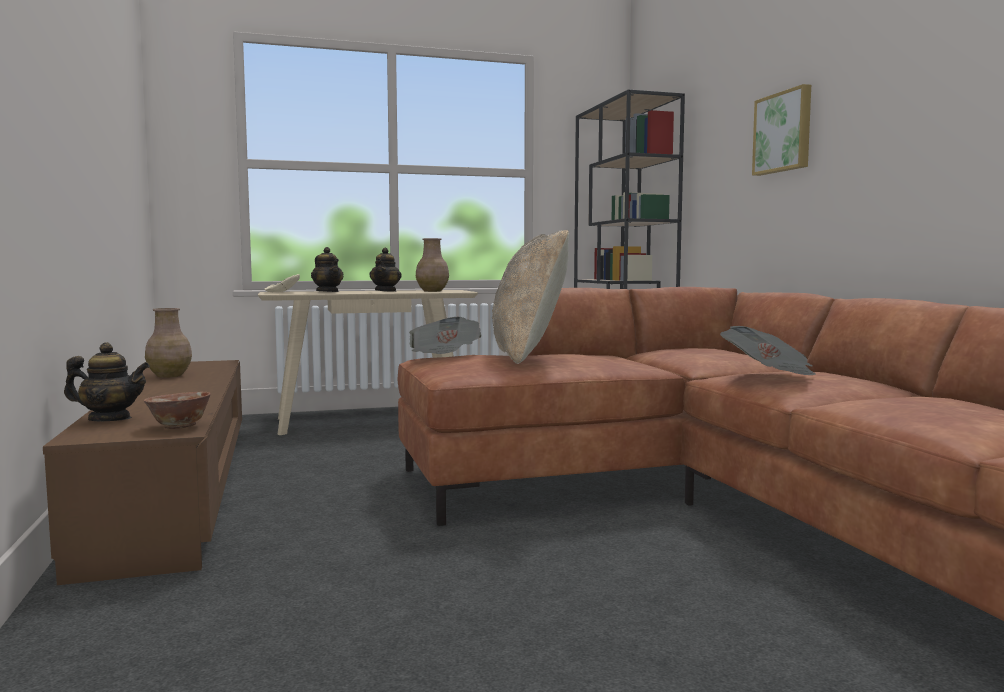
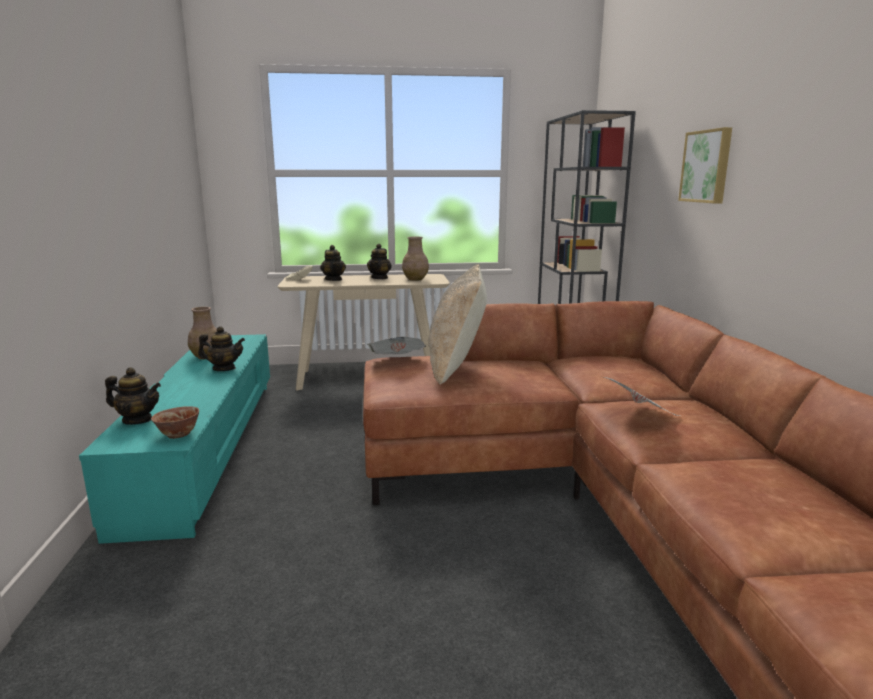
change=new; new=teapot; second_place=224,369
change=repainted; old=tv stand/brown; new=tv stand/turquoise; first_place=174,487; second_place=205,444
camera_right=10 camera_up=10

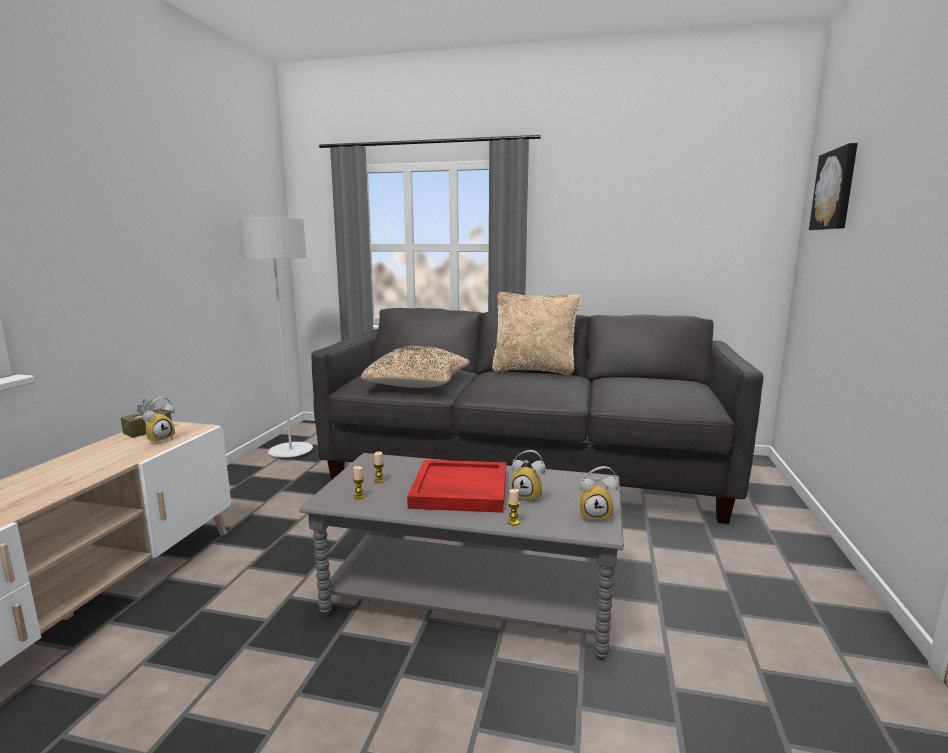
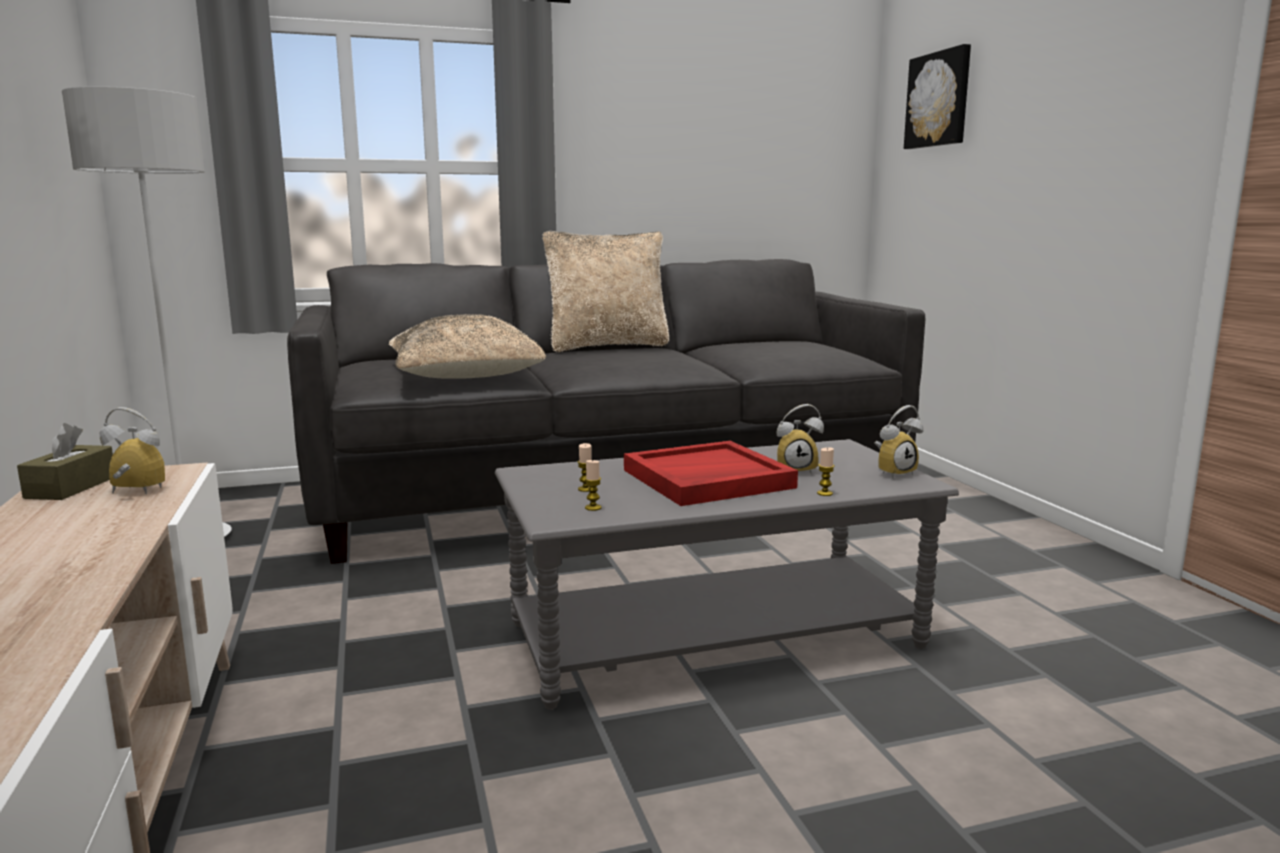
change=rotated; old=alarm clock; first_place=160,439; second_place=132,493; degrees=-90
camera_right=-30 camera_up=0

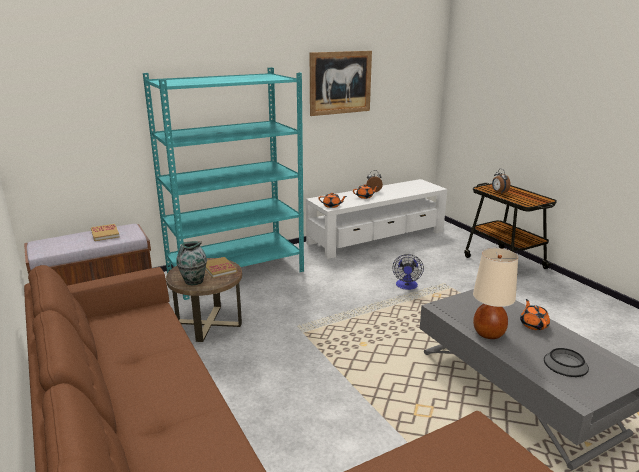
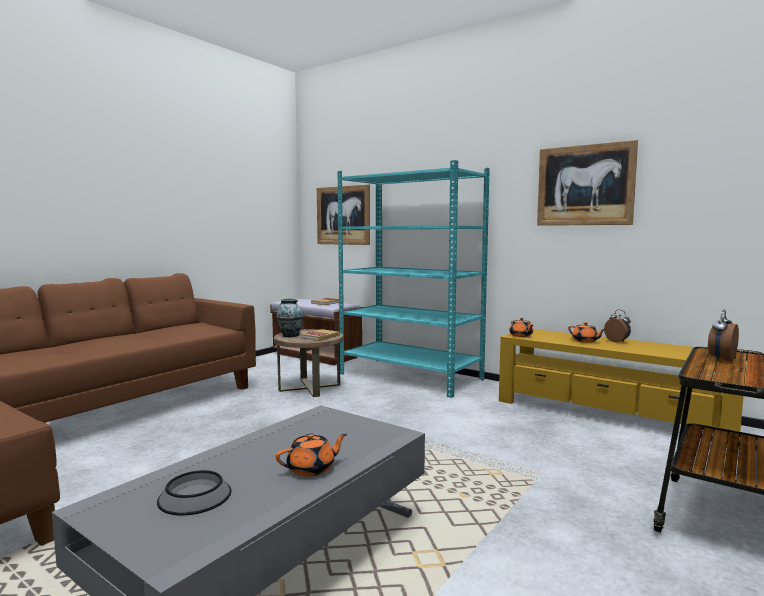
change=gone; old=fan; first_place=406,286
change=gone; old=table lamp/beige; first_place=489,333
change=new; new=picture; second_place=343,215
change=repainted; old=tv stand/white; new=tv stand/yellow; first_place=377,237; second_place=610,413
camera_right=65 camera_up=-15

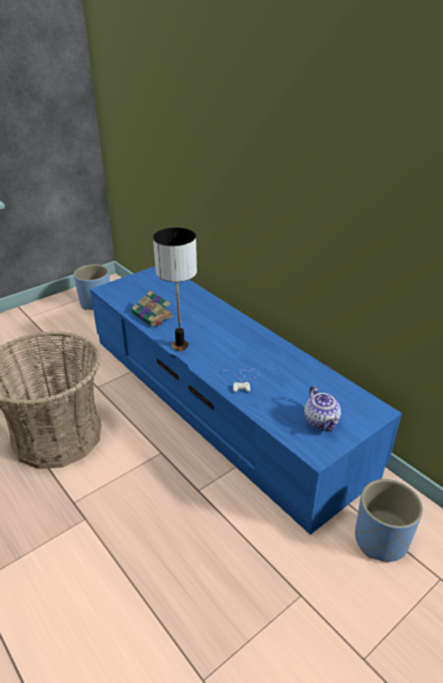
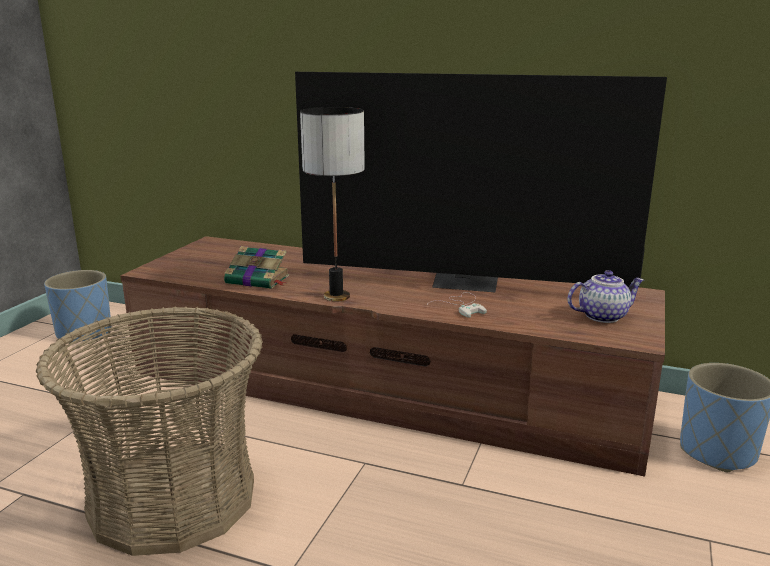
change=new; new=television; second_place=466,282
change=repainted; old=tv stand/blue; new=tv stand/brown; first_place=222,400; second_place=386,384
change=rotated; old=teapot; first_place=321,422; second_place=602,316; degrees=-60
camera_right=-30 camera_up=-15

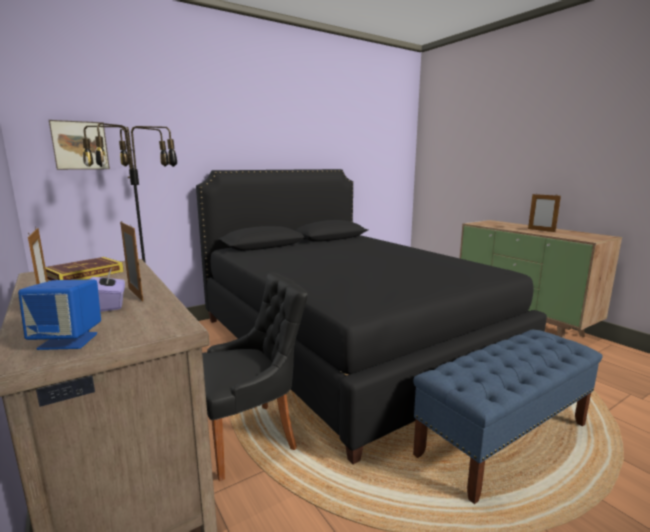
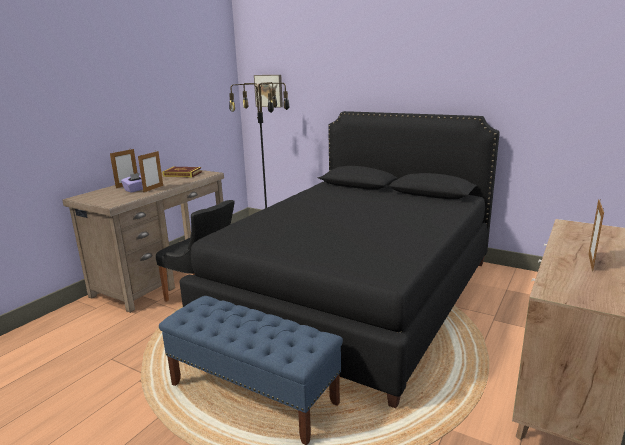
change=gone; old=speaker/blue; first_place=69,341
camera_right=65 camera_up=5

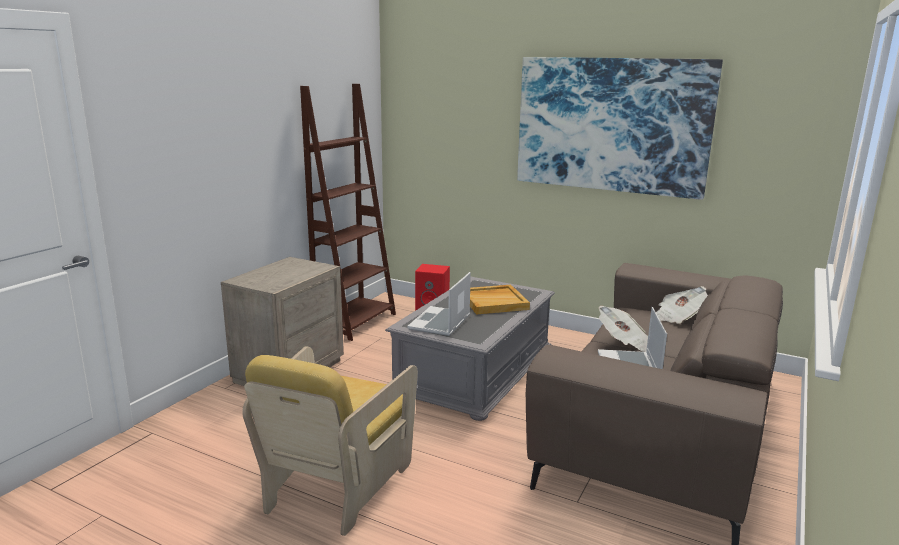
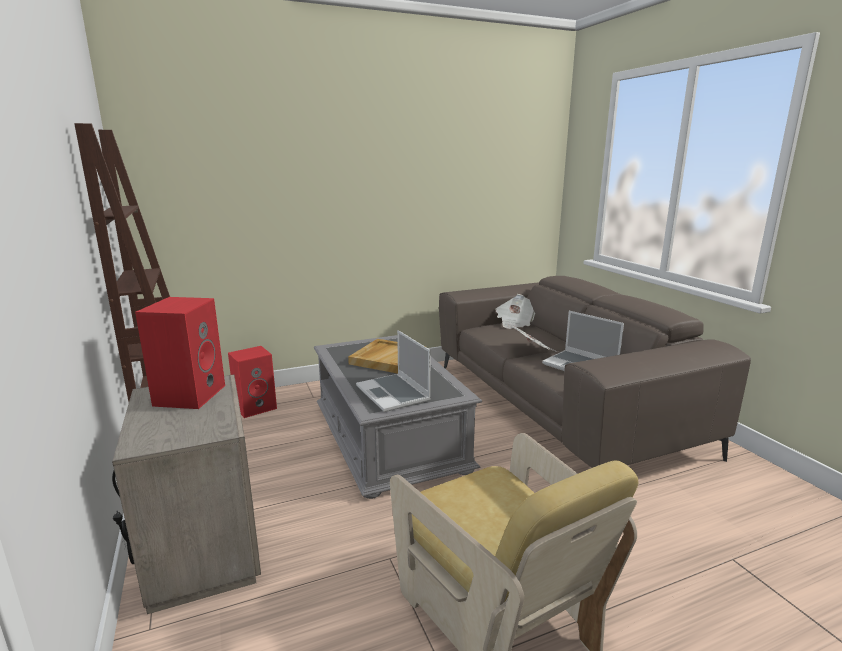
change=gone; old=picture; first_place=611,125
change=new; new=speaker/red; second_place=189,394
camera_right=-50 camera_up=0

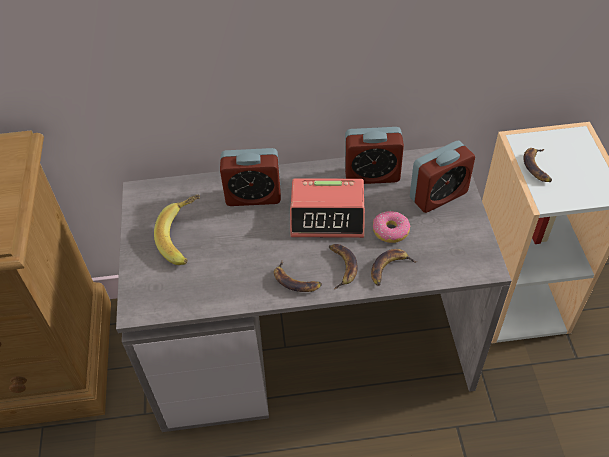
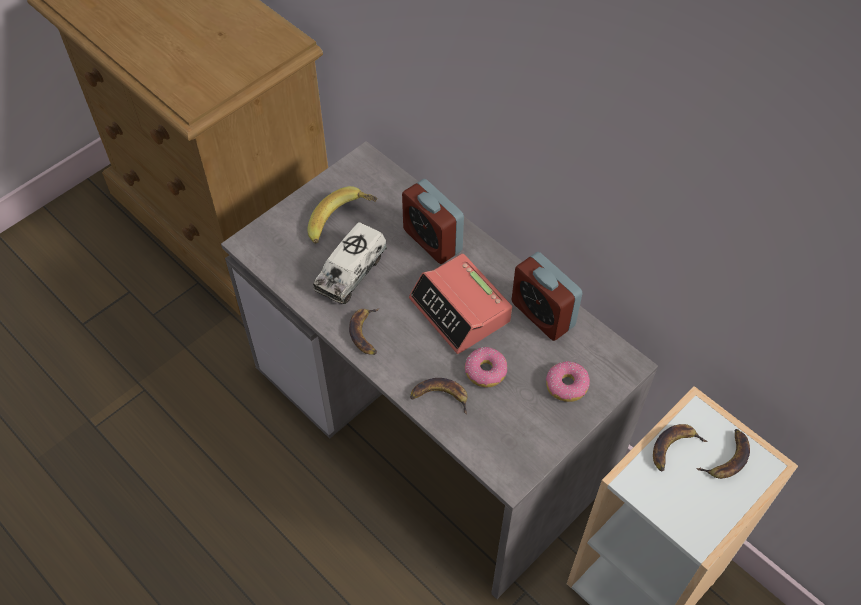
change=new; new=toy truck; second_place=351,272
change=shifted; old=banana; first_place=341,266; second_place=727,457
change=swapped; old=alarm clock; new=donut; first_place=438,195; second_place=566,385
camera_right=50 camera_up=5

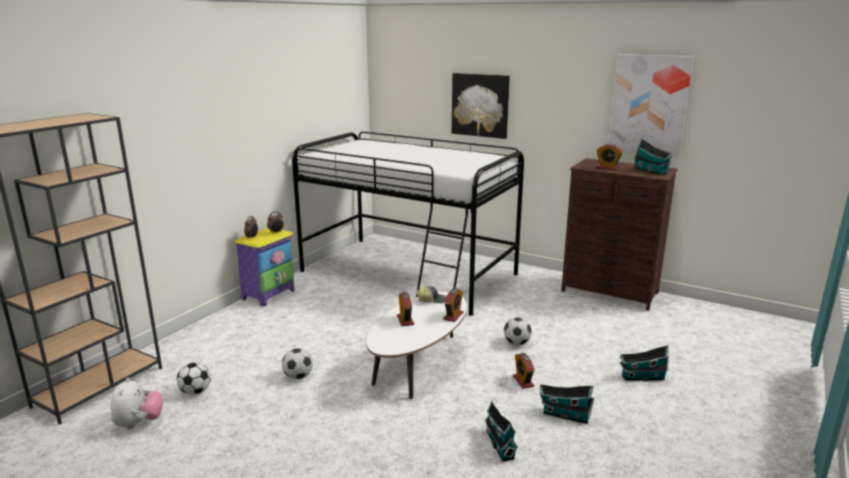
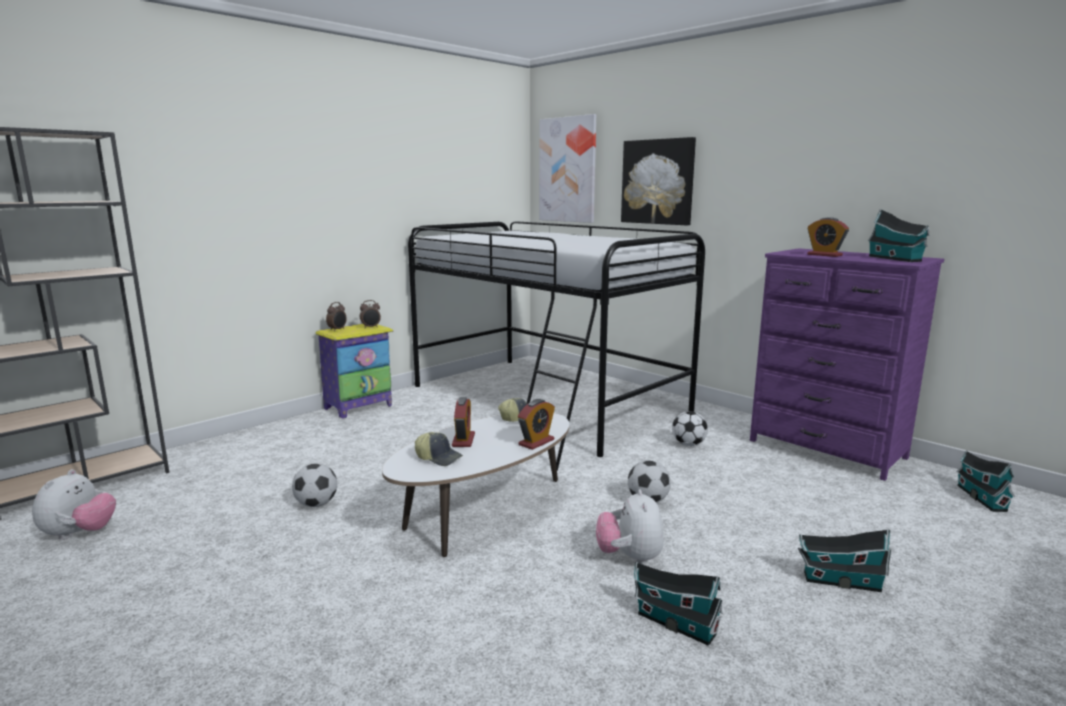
change=new; new=cap; second_place=439,458
change=shifted; old=football; first_place=195,392; second_place=688,444
change=shifted; old=toy house; first_place=499,443; second_place=980,497
change=shifted; old=picture; first_place=649,105; second_place=567,170
change=swapped; old=alarm clock; new=plush toy; first_place=523,381; second_place=629,557
change=repainted; old=dresser/brown; new=dresser/purple; first_place=609,292; second_place=825,450
camera_right=15 camera_up=-5

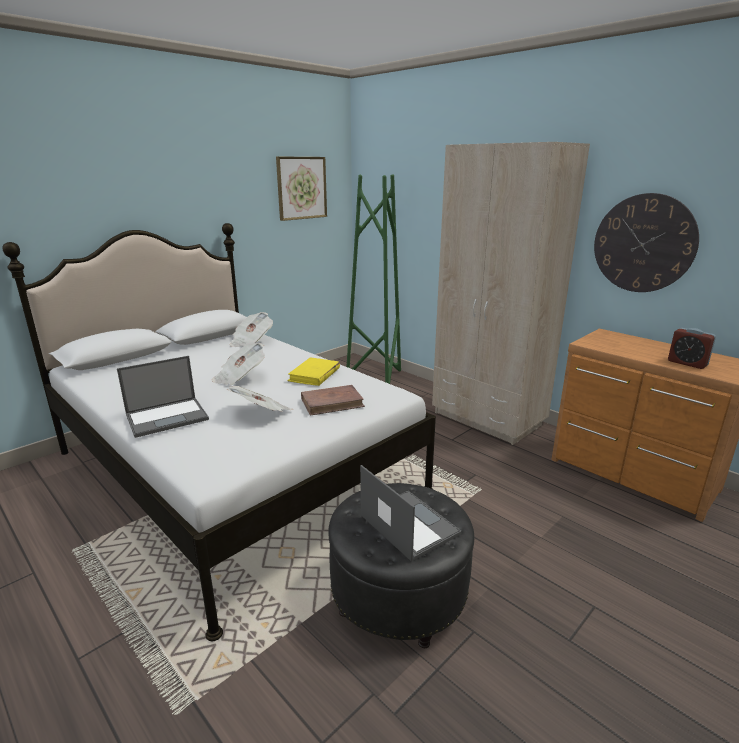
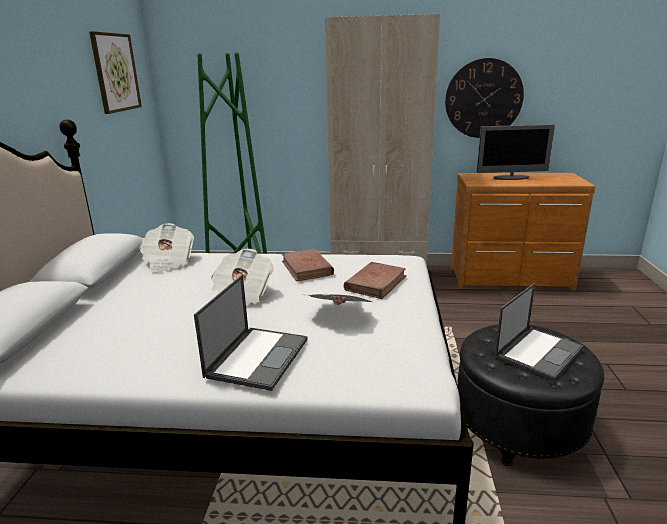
change=gone; old=alarm clock; first_place=687,363
change=new; new=monitor; second_place=511,178
change=repainted; old=book/yellow; new=book/brown; first_place=314,374; second_place=307,268
change=rotated; old=laptop; first_place=408,524; second_place=539,352; degrees=120
camera_right=-40 camera_up=0

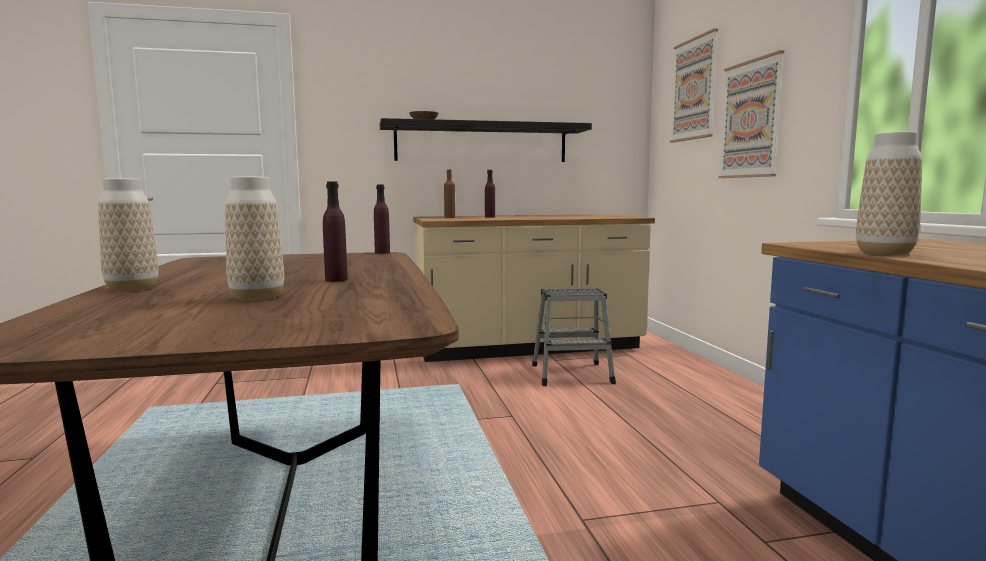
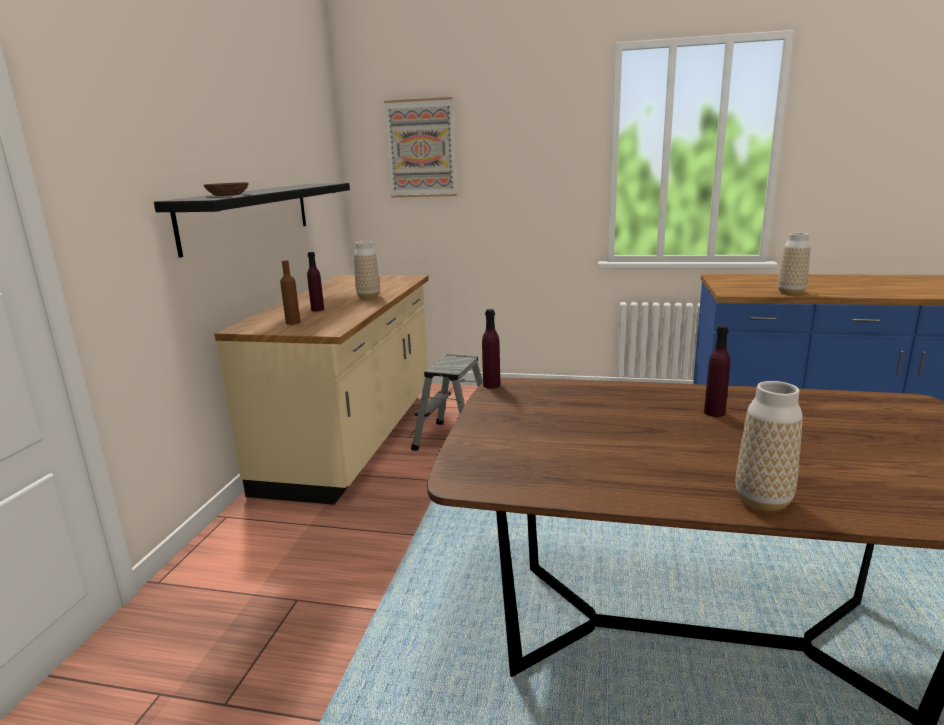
change=gone; old=picture; first_place=750,119
change=shifted; old=vase; first_place=257,297; second_place=368,296
camera_right=-65 camera_up=10

